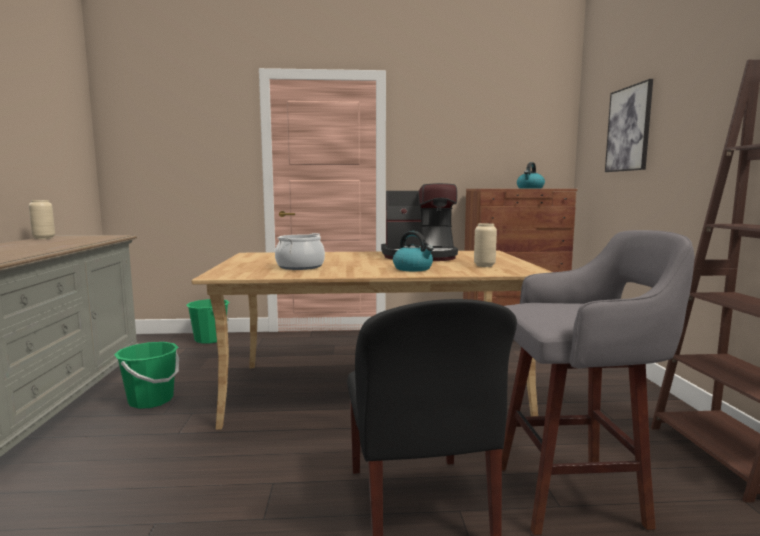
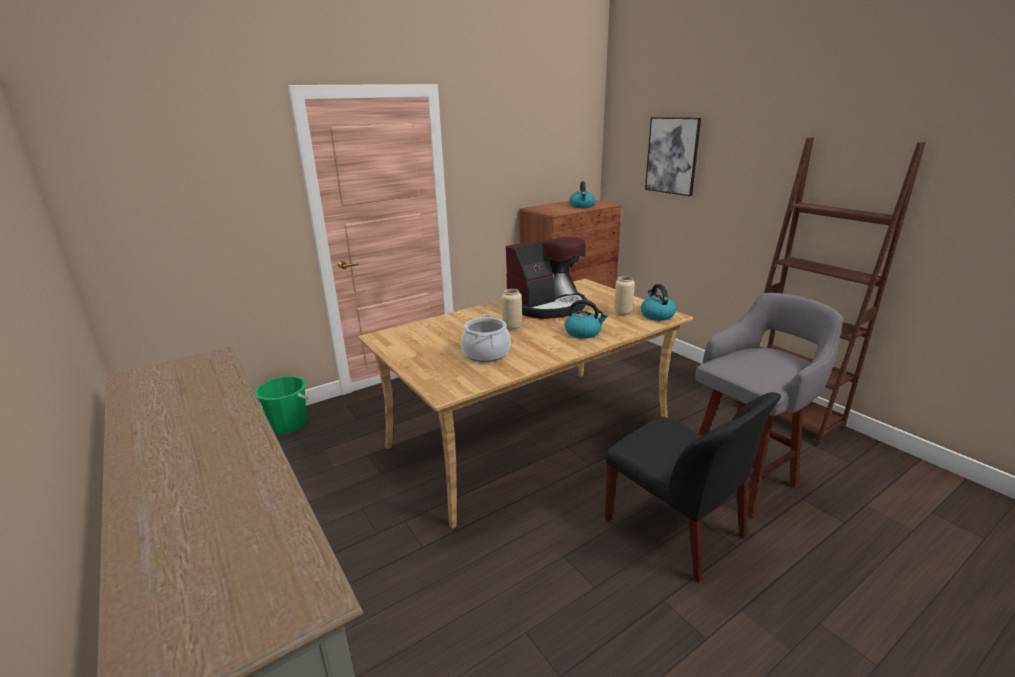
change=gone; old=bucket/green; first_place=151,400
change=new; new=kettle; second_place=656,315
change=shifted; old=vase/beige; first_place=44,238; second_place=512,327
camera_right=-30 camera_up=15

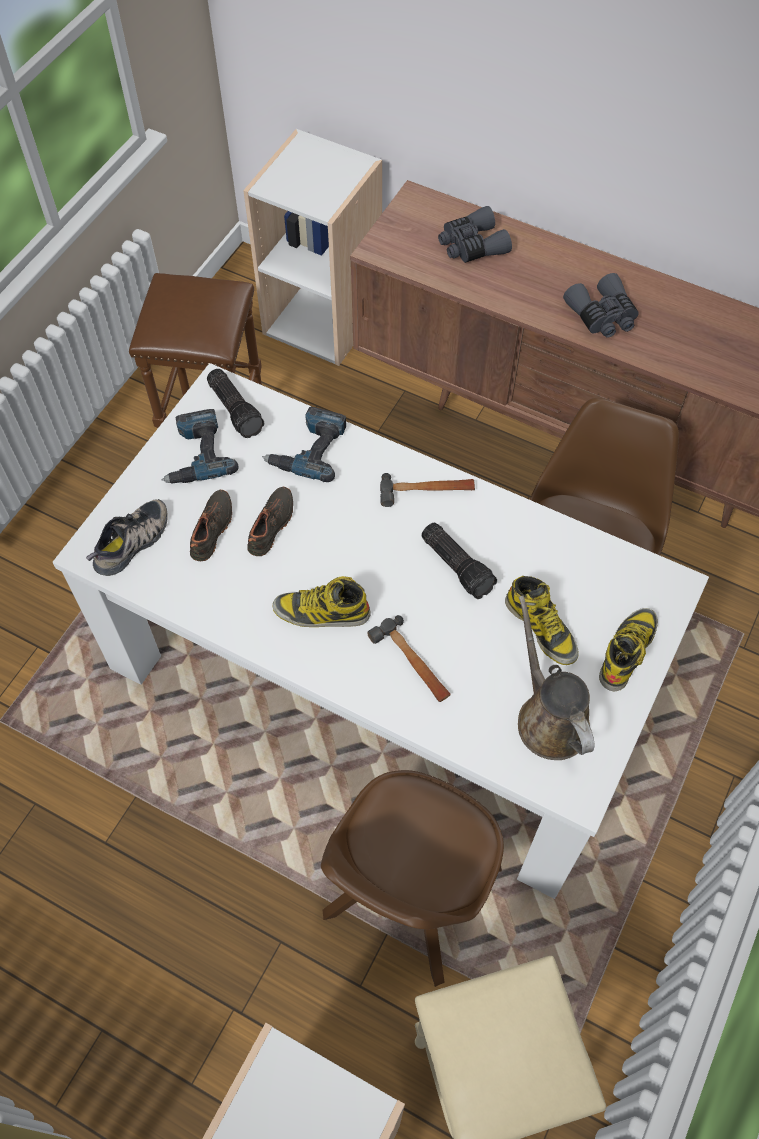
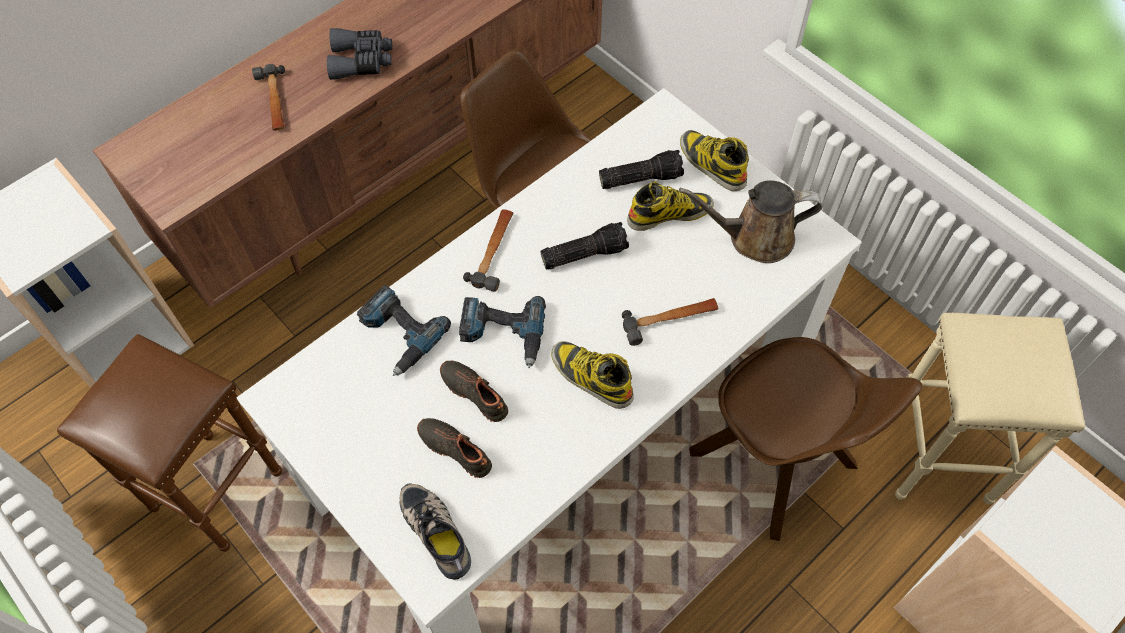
change=gone; old=binoculars/grey; first_place=471,245
change=new; new=hammer; second_place=273,101
change=shifted; old=power drill; first_place=196,454; second_place=502,334
change=shifted; old=flashlight; first_place=236,409; second_place=640,177
change=rotated; old=boot; first_place=321,612; second_place=591,377; degrees=105
camera_right=-70 camera_up=0

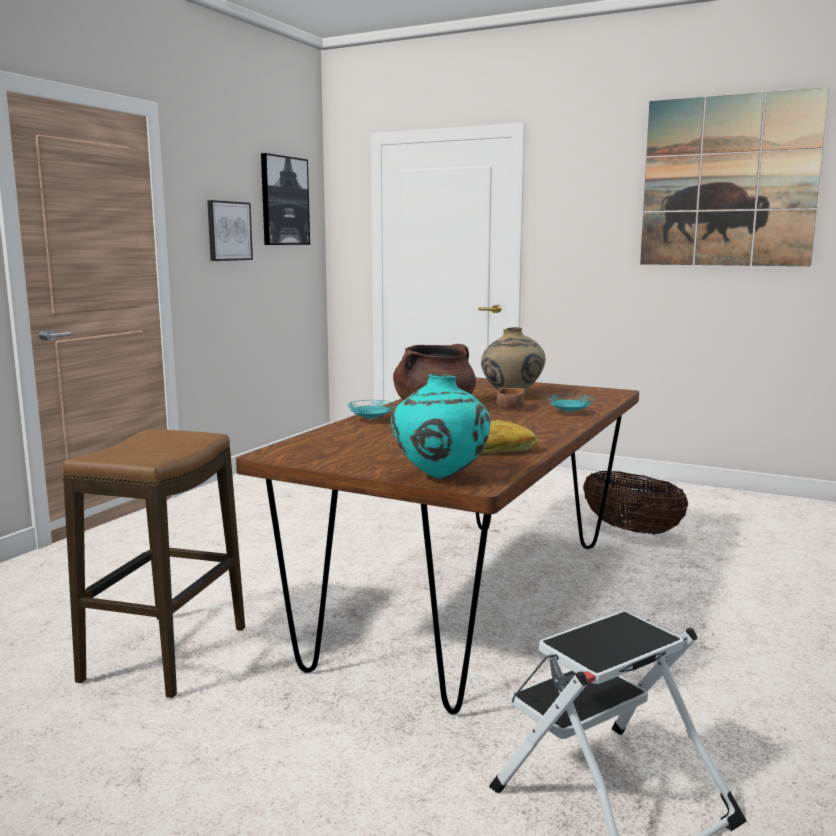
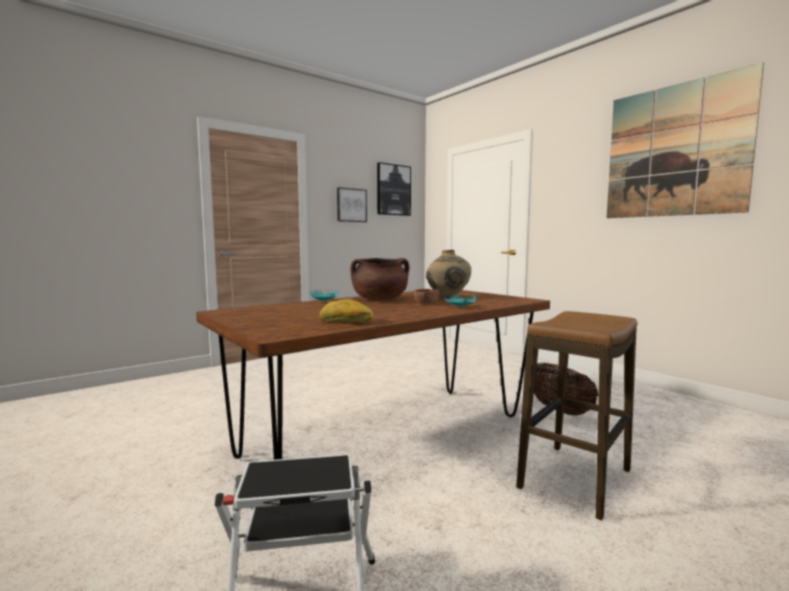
change=gone; old=vase/turquoise; first_place=439,478
change=shifted; old=stool; first_place=165,654; second_place=575,479
camera_right=25 camera_up=-5

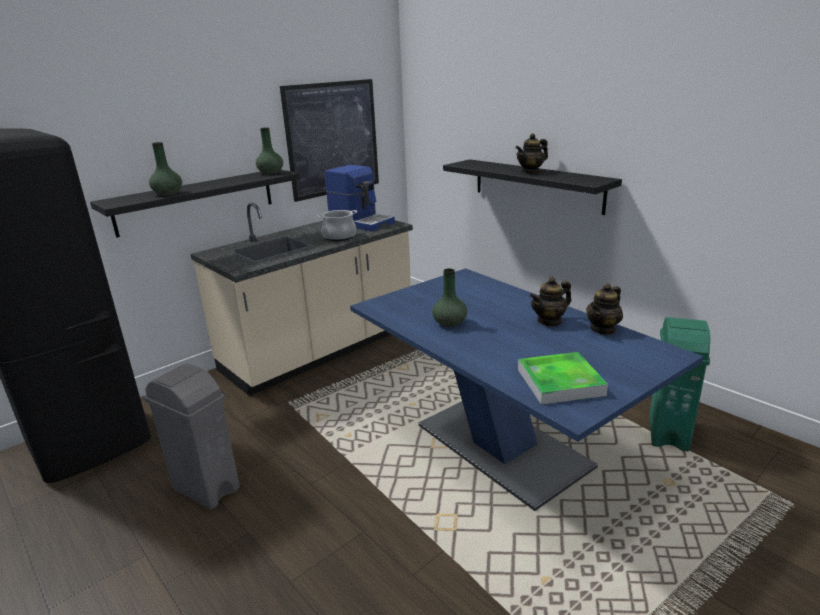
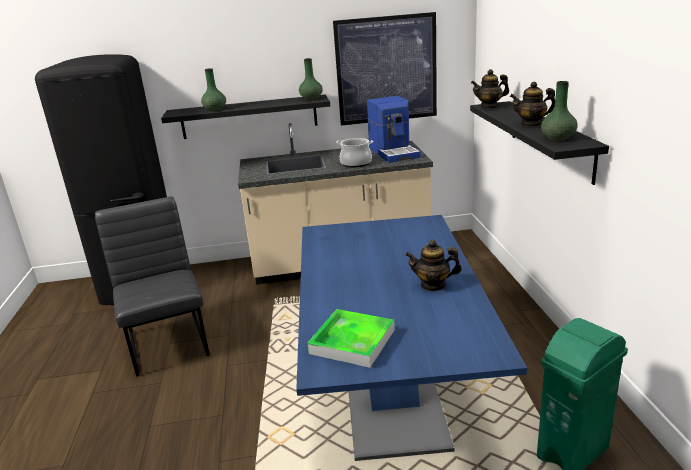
change=shifted; old=vase/green; first_place=450,323; second_place=558,138
change=shifted; old=teapot; first_place=603,329; second_place=489,106
change=swapped; old=trash can/grey; new=chair/grey; first_place=206,488; second_place=168,341
camera_right=35 camera_up=0

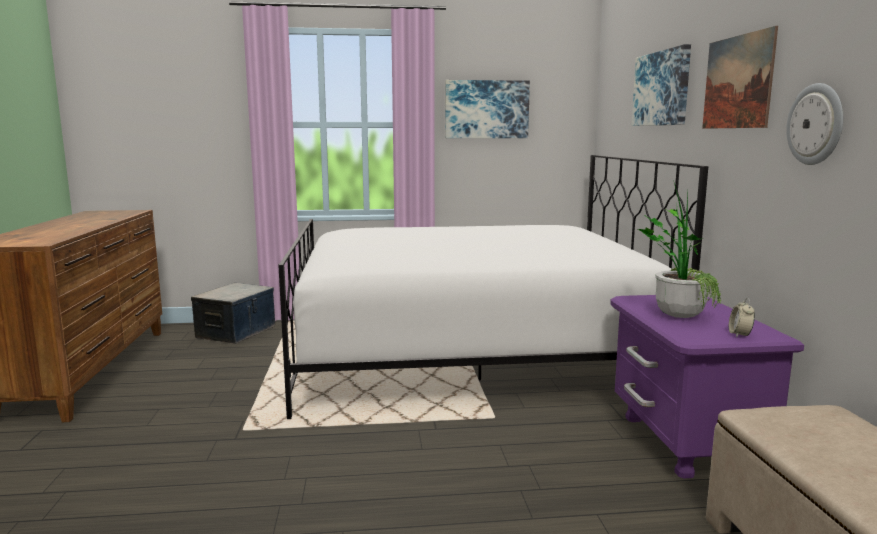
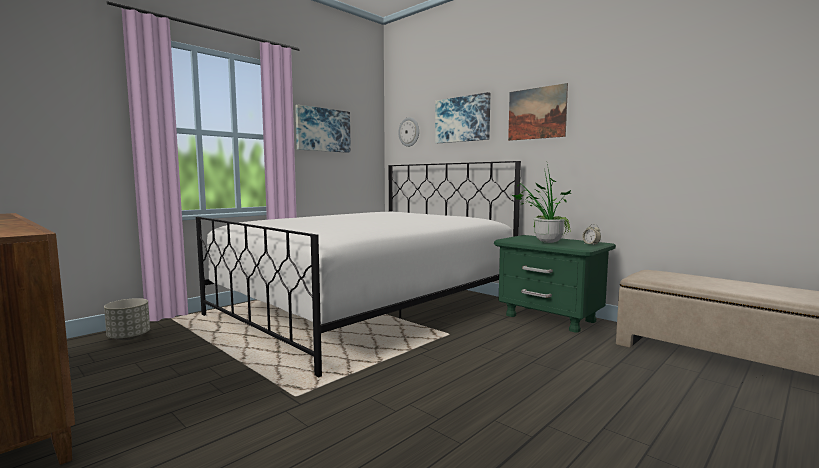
change=shifted; old=wall clock; first_place=816,124; second_place=409,132
change=swapped; old=storage box; new=planter/grey; first_place=236,332; second_place=129,337
change=repainted; old=nightstand/purple; new=nightstand/green; first_place=681,443; second_place=548,319
camera_right=-40 camera_up=-5

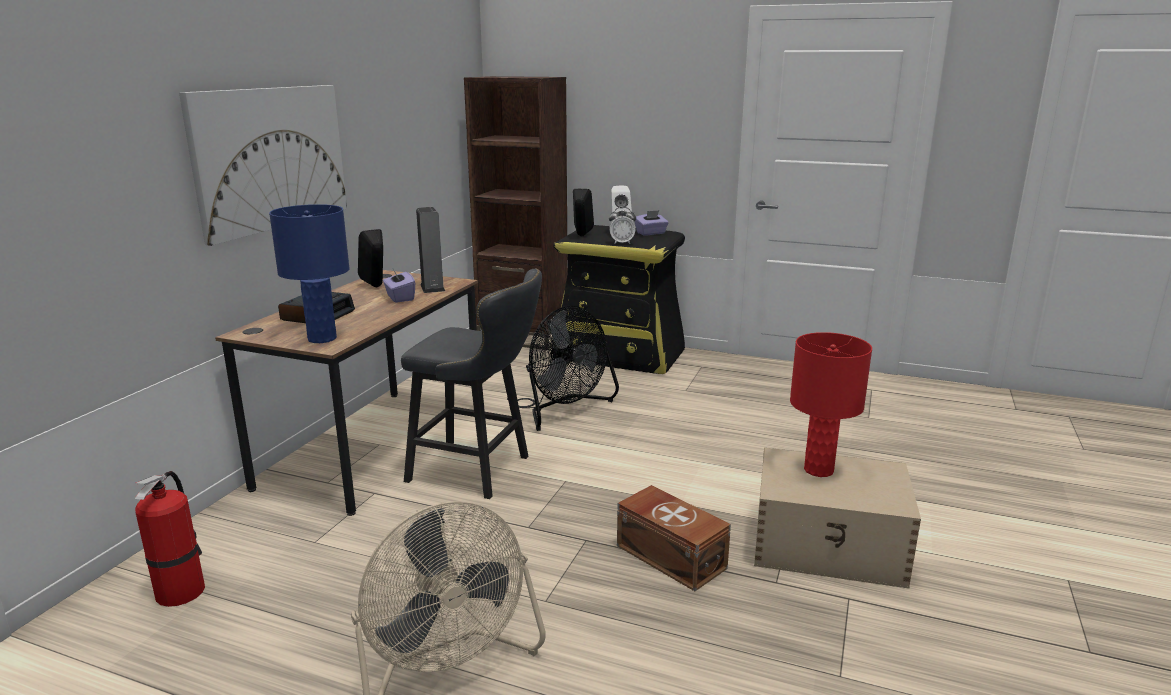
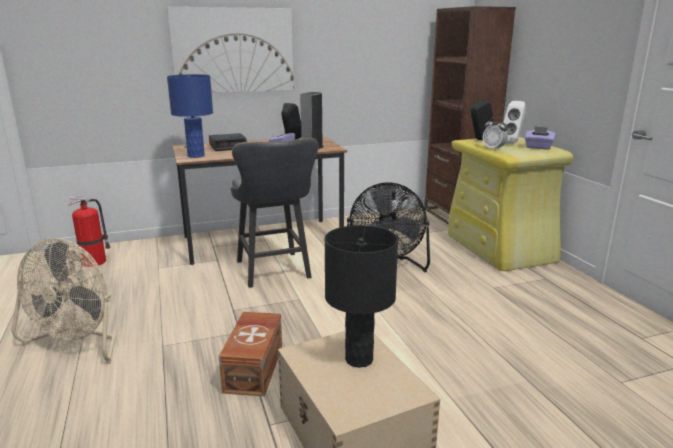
change=repainted; old=nightstand/black; new=nightstand/yellow; first_place=621,354; second_place=499,248
change=repainted; old=table lamp/red; new=table lamp/black; first_place=818,470; second_place=359,359
camera_right=50 camera_up=0

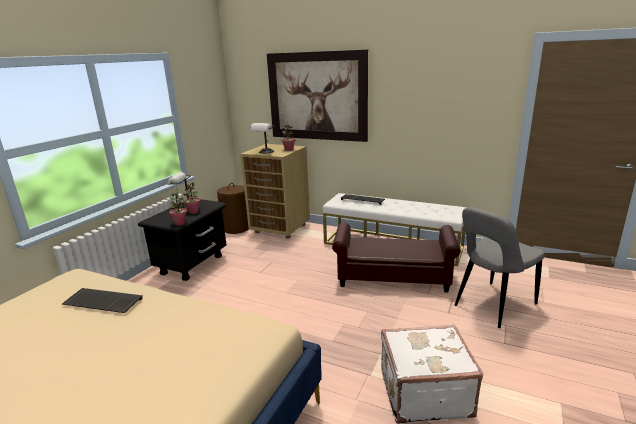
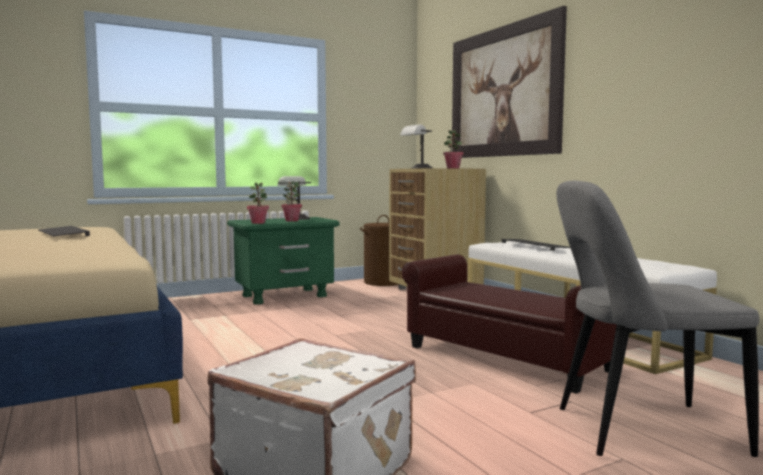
change=repainted; old=nightstand/black; new=nightstand/green; first_place=194,265; second_place=286,296
camera_right=35 camera_up=-15

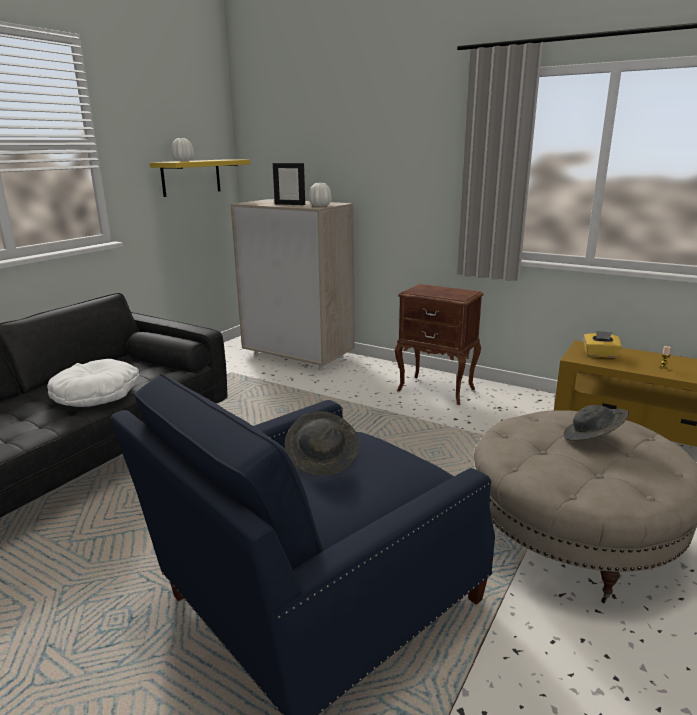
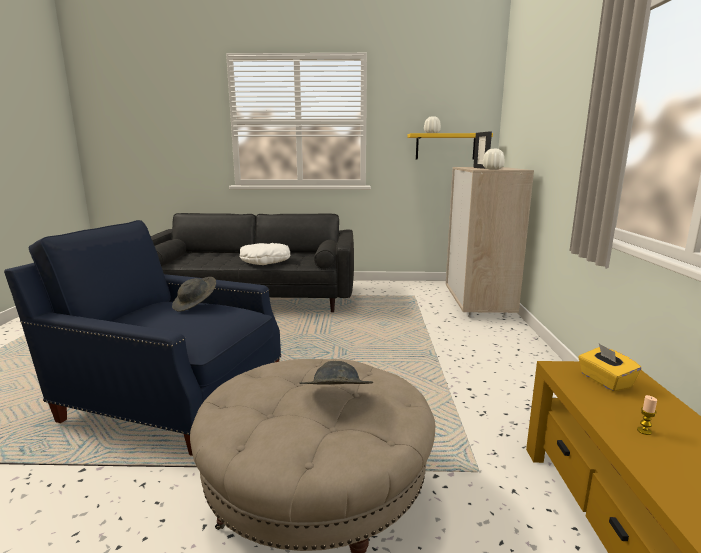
change=gone; old=nightstand/brown; first_place=436,390
camera_right=60 camera_up=-5

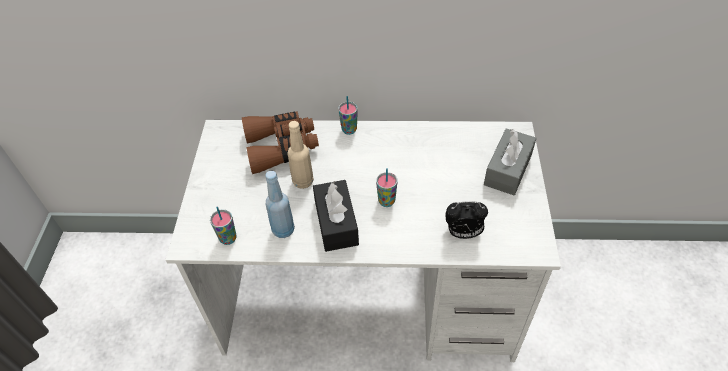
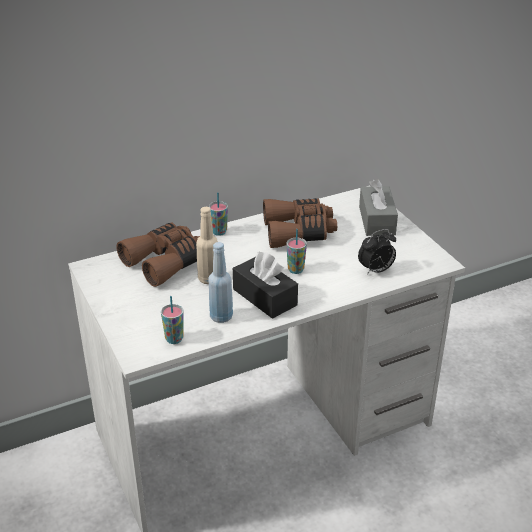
change=new; new=binoculars/brown; second_place=299,232
camera_right=-30 camera_up=-15

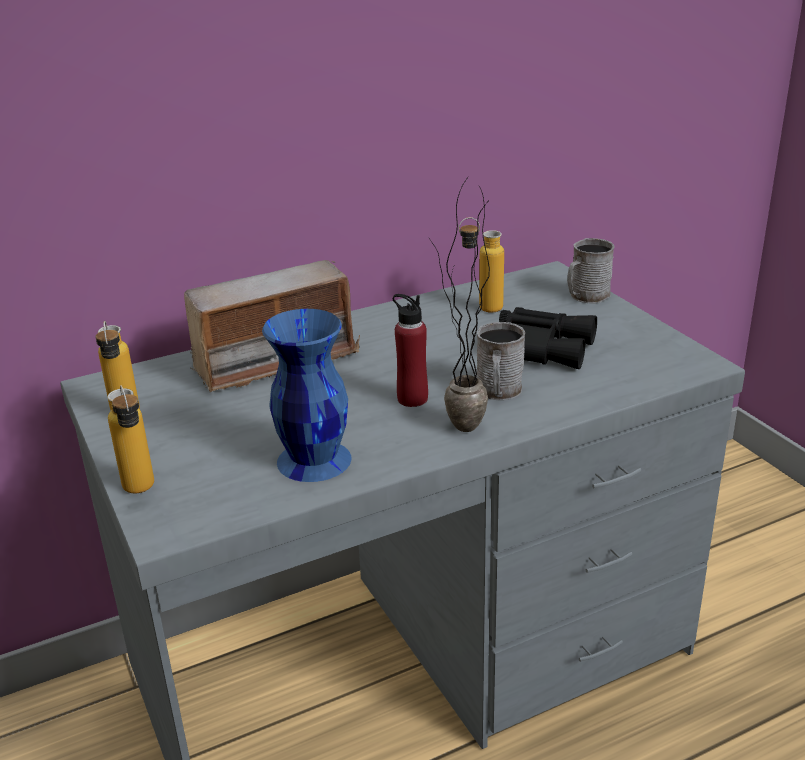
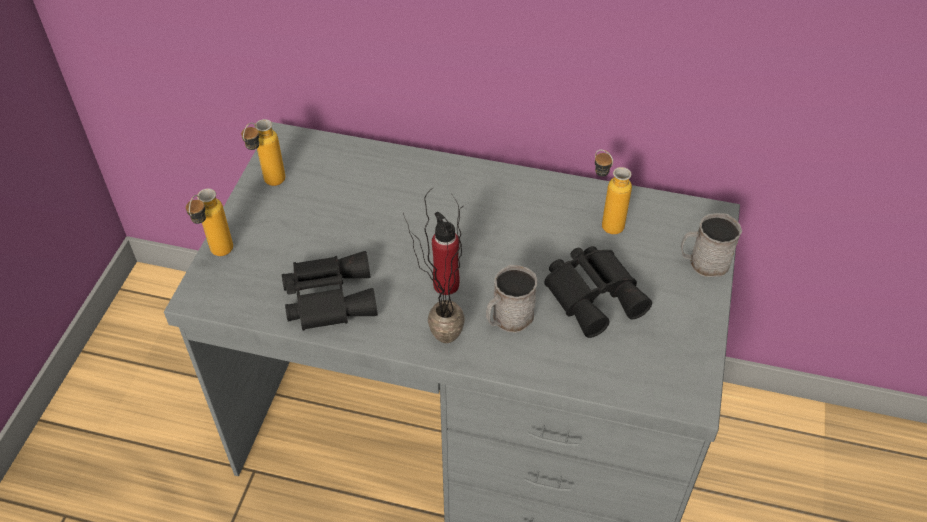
change=gone; old=radio; first_place=275,361
change=swapped; old=vase/blue; new=binoculars/black; first_place=312,459; second_place=328,296
camera_right=40 camera_up=20

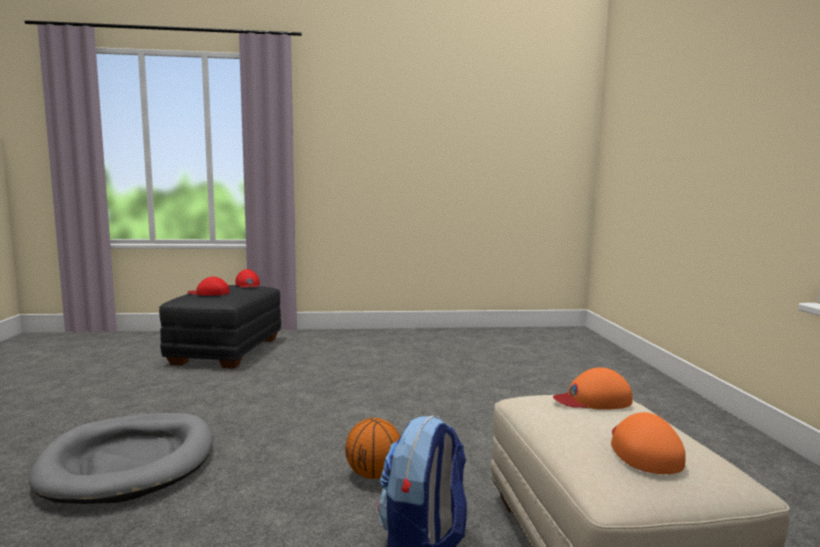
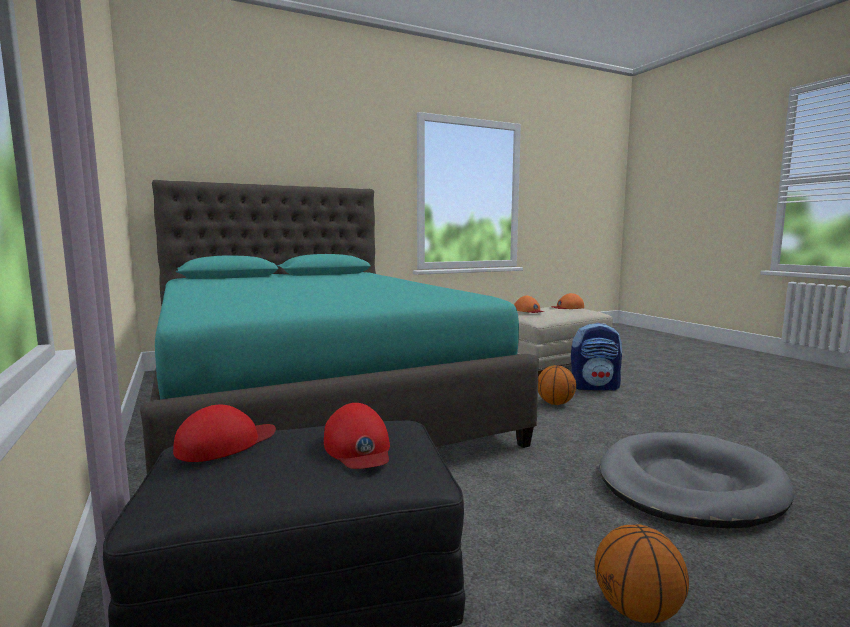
change=new; new=bed/turquoise; second_place=312,399
change=new; new=basketball; second_place=637,611
camera_right=-110 camera_up=0

